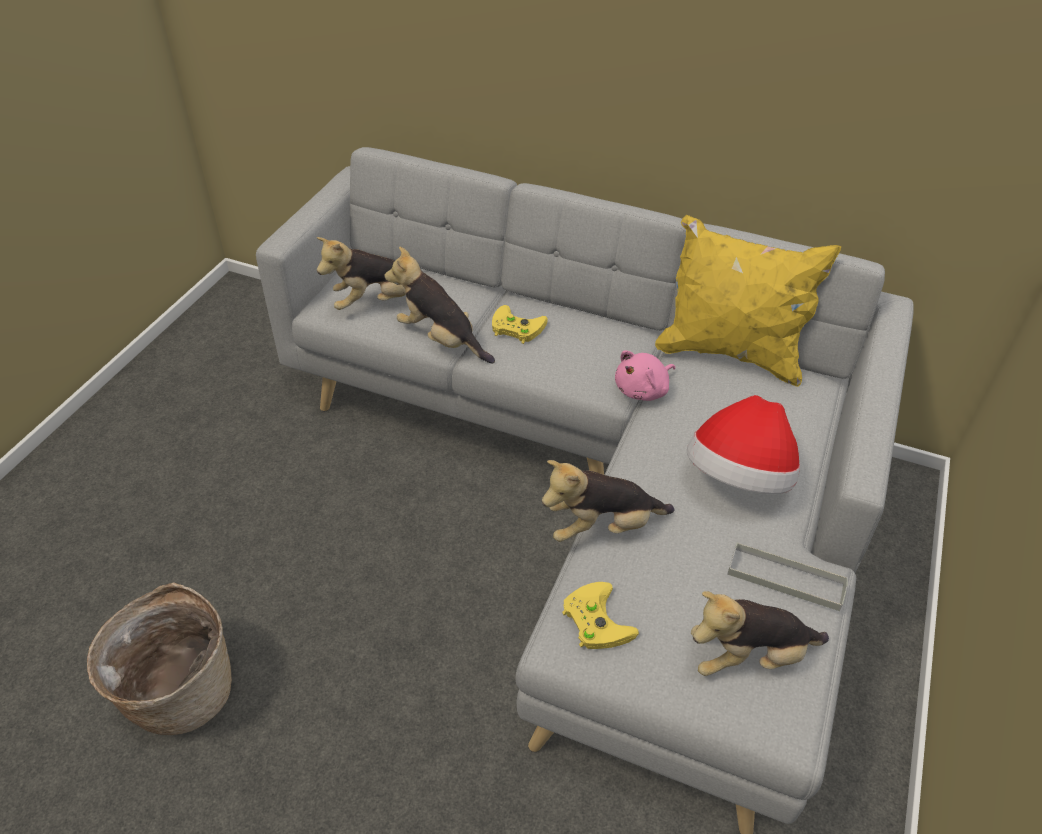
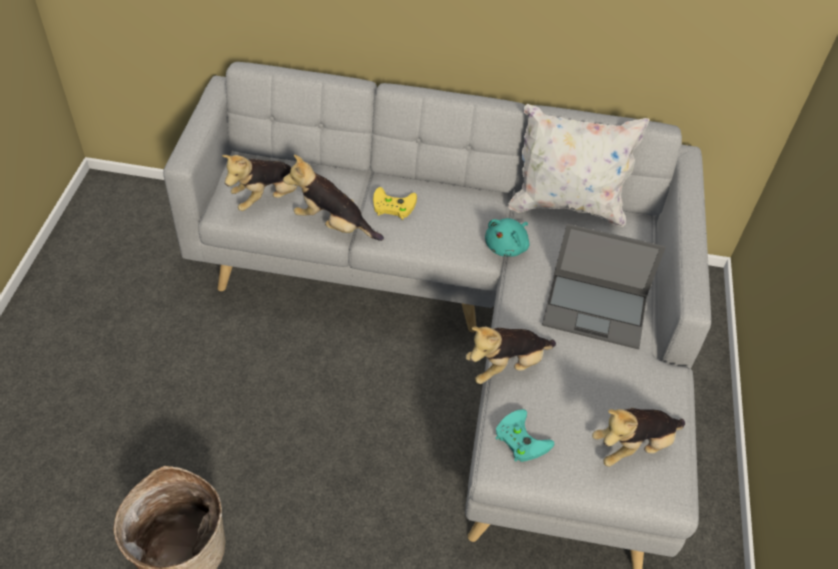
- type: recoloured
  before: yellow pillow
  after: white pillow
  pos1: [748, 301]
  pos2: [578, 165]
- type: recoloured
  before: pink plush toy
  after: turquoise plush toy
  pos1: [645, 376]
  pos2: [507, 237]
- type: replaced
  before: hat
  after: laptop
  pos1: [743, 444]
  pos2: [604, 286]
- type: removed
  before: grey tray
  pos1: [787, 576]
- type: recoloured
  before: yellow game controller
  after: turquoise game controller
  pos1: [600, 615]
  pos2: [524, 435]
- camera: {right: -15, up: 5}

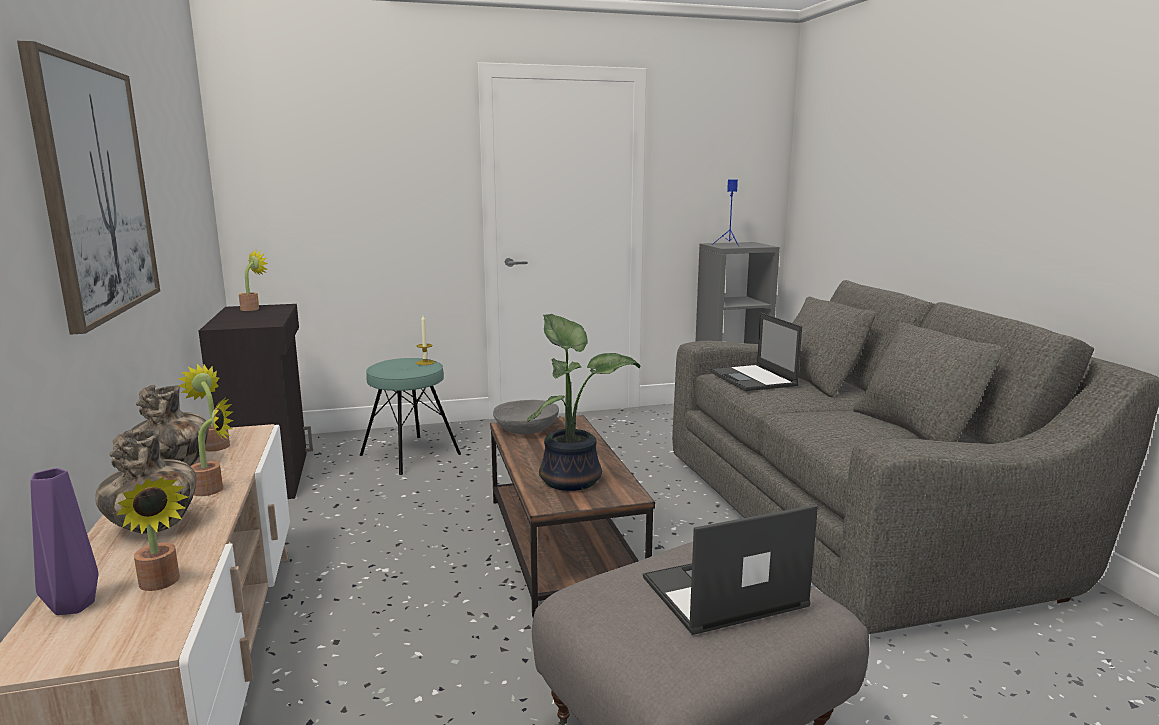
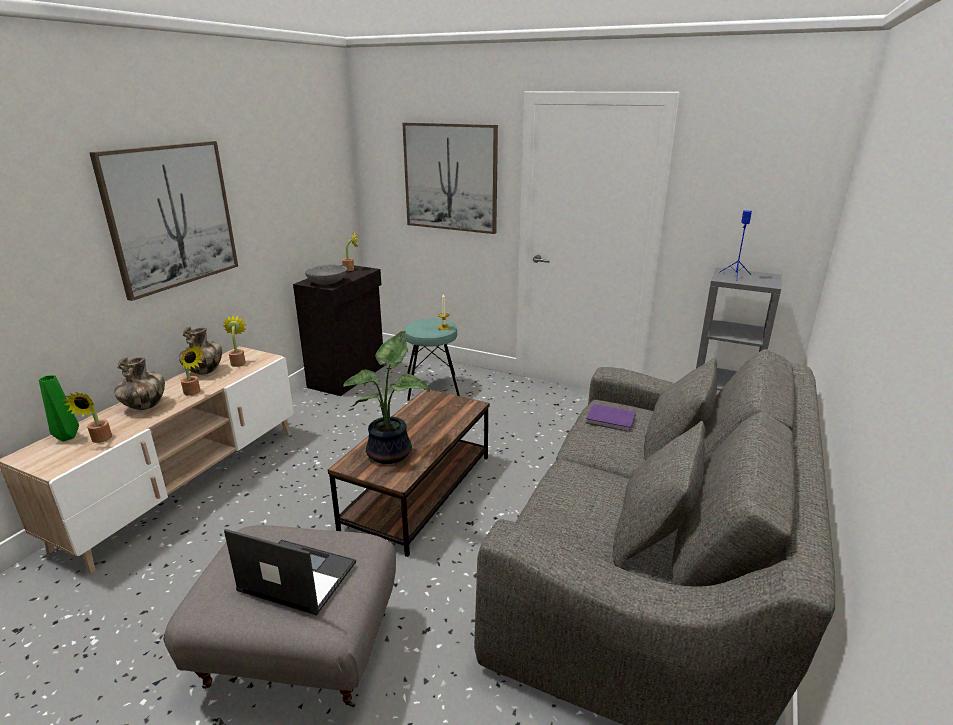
- type: replaced
  before: laptop
  after: purple book
  pos1: [756, 351]
  pos2: [611, 418]
- type: moved
  before: grey bowl
  pos1: [526, 417]
  pos2: [326, 274]
- type: recoloured
  before: purple vase
  after: green vase
  pos1: [64, 541]
  pos2: [59, 408]
- type: added
  after: picture
  pos2: [450, 178]
- camera: {right: 40, up: 10}

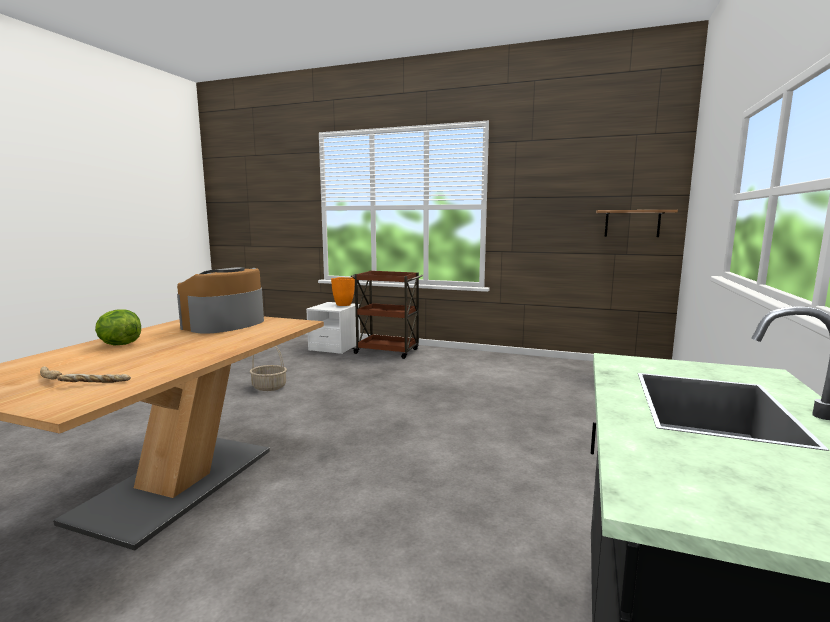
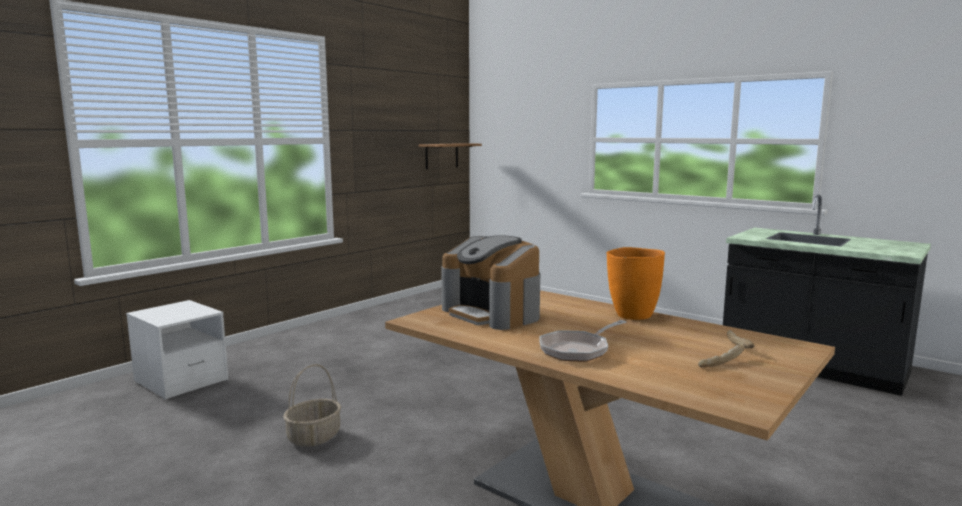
- type: removed
  before: brown cart
  pos1: [387, 315]
- type: moved
  before: orange vase
  pos1: [343, 291]
  pos2: [636, 283]
- type: replaced
  before: lettuce
  after: frying pan
  pos1: [118, 327]
  pos2: [583, 340]
- camera: {right: -70, up: 0}

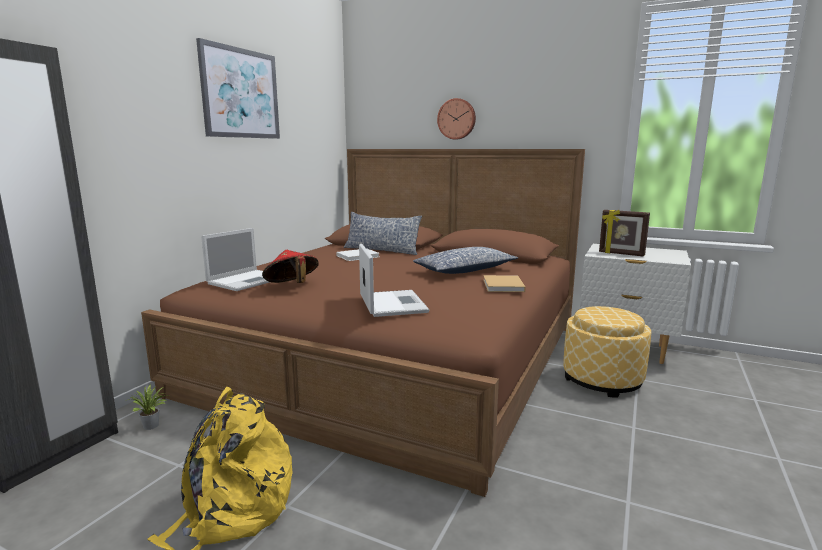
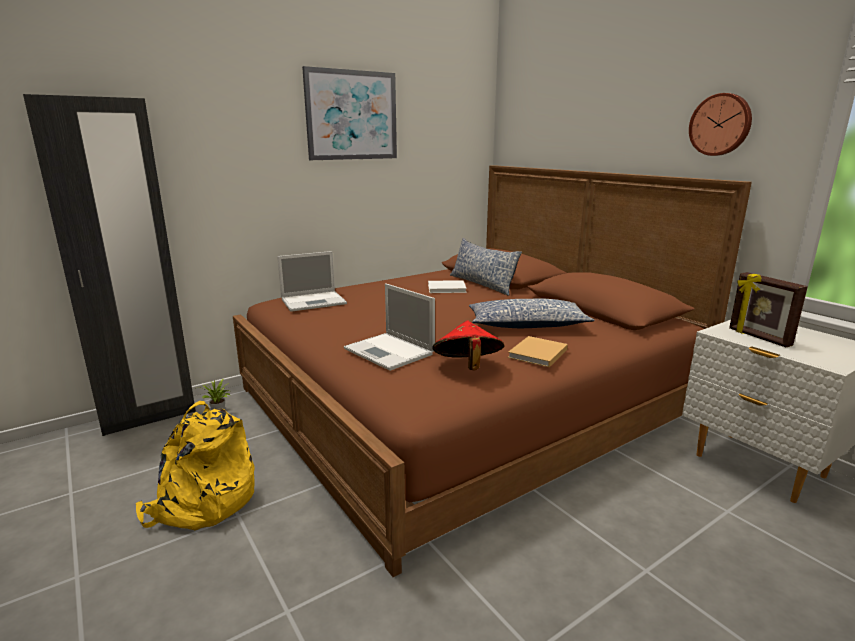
- type: moved
  before: wall clock
  pos1: [456, 119]
  pos2: [720, 124]
- type: turned
  before: laptop
  pos1: [394, 280]
  pos2: [389, 327]
  turn: 120
- type: moved
  before: red hat
  pos1: [290, 266]
  pos2: [468, 346]
- type: removed
  before: ottoman
  pos1: [607, 351]
- camera: {right: 30, up: 5}

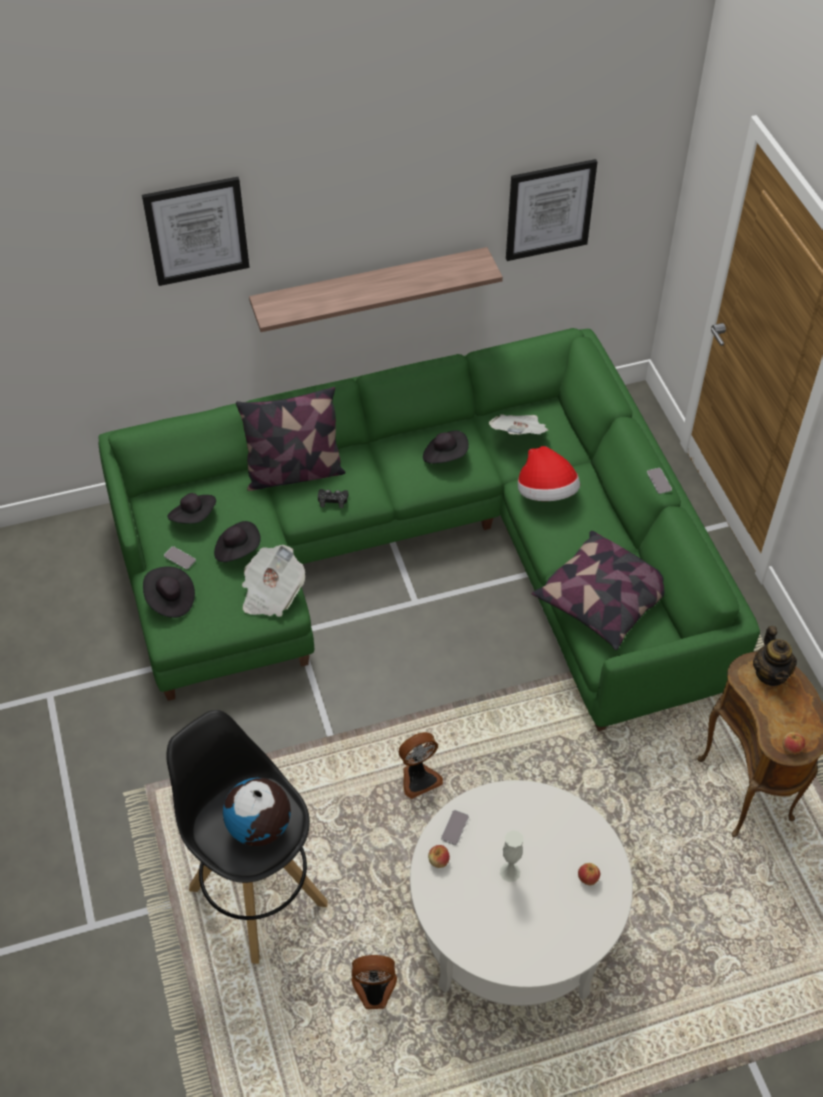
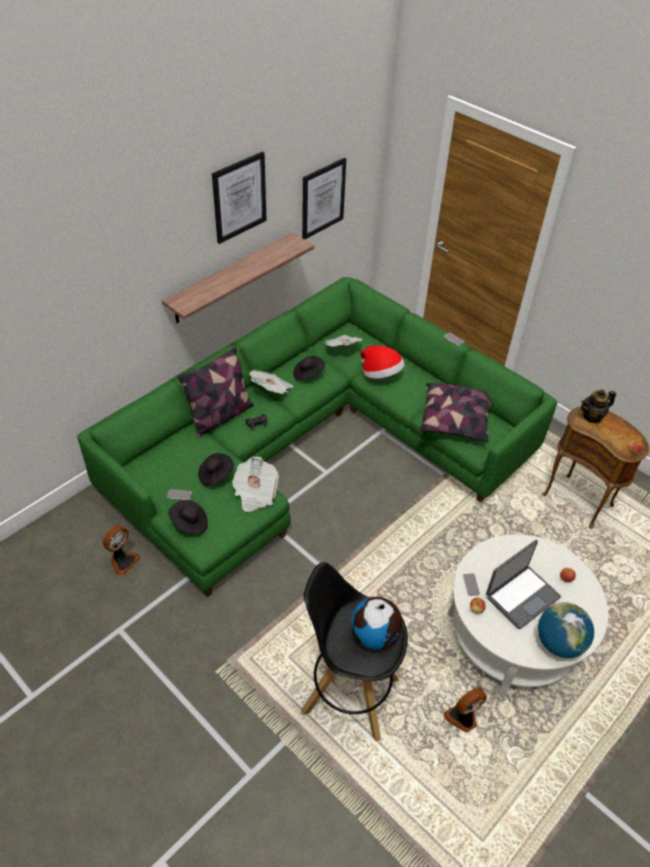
- type: moved
  before: picture
  pos1: [196, 231]
  pos2: [239, 197]
- type: removed
  before: black hat
  pos1: [191, 508]
- type: turned
  before: teapot
  pos1: [775, 656]
  pos2: [598, 406]
  turn: 105
- type: moved
  before: fan
  pos1: [421, 765]
  pos2: [122, 550]
- type: replaced
  before: white vase
  after: laptop
  pos1: [512, 856]
  pos2: [523, 584]
- type: added
  after: newspaper
  pos2: [271, 382]
- type: added
  after: globe
  pos2: [566, 630]
- camera: {right: -30, up: -5}

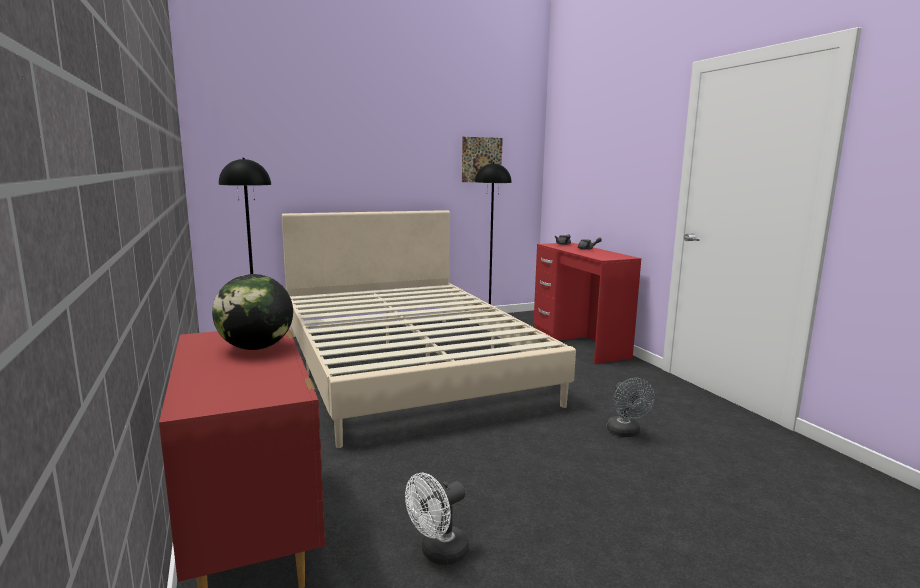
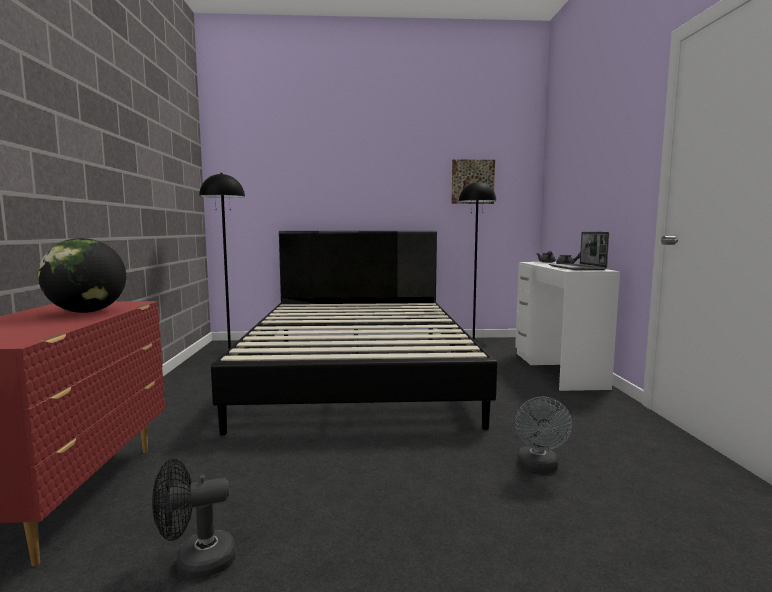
- type: recoloured
  before: beige bed
  after: black bed
  pos1: [429, 329]
  pos2: [354, 333]
- type: recoloured
  before: red desk
  after: white desk
  pos1: [587, 303]
  pos2: [567, 326]
- type: recoloured
  before: white fan
  after: black fan
  pos1: [437, 519]
  pos2: [194, 519]
- type: added
  after: laptop
  pos2: [579, 251]
- camera: {right: 20, up: -5}

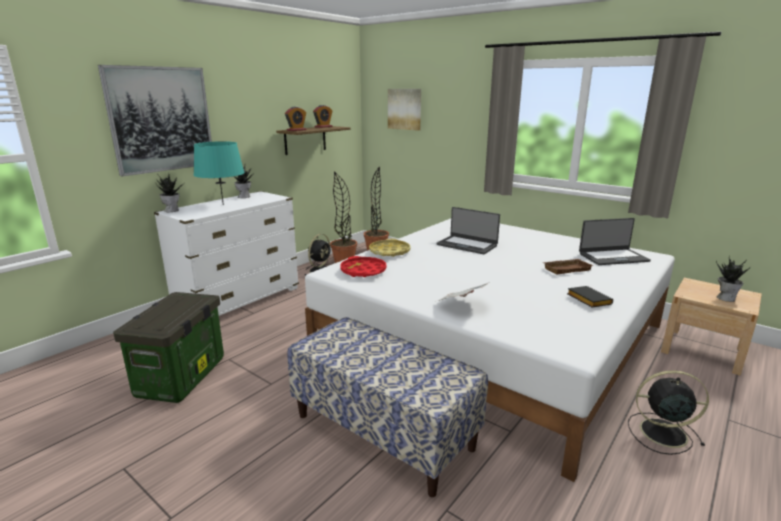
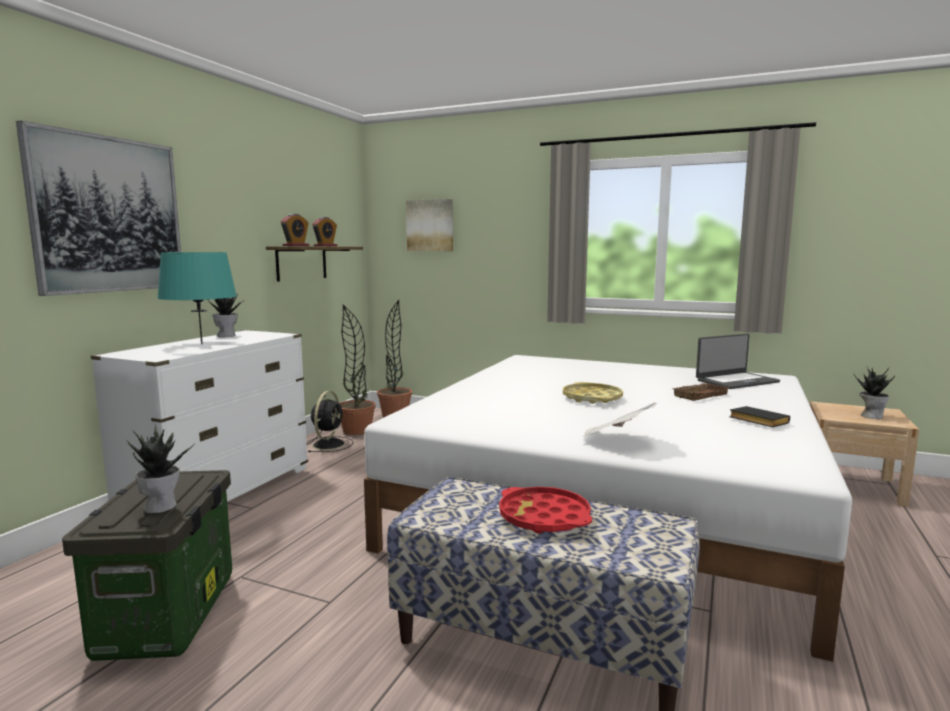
- type: moved
  before: potted plant
  pos1: [169, 193]
  pos2: [159, 468]
- type: removed
  before: laptop
  pos1: [468, 230]
- type: moved
  before: yellow tray
  pos1: [389, 248]
  pos2: [593, 393]
- type: moved
  before: red tray
  pos1: [363, 266]
  pos2: [545, 510]
- type: removed
  before: black fan
  pos1: [668, 412]
- camera: {right: -15, up: -10}

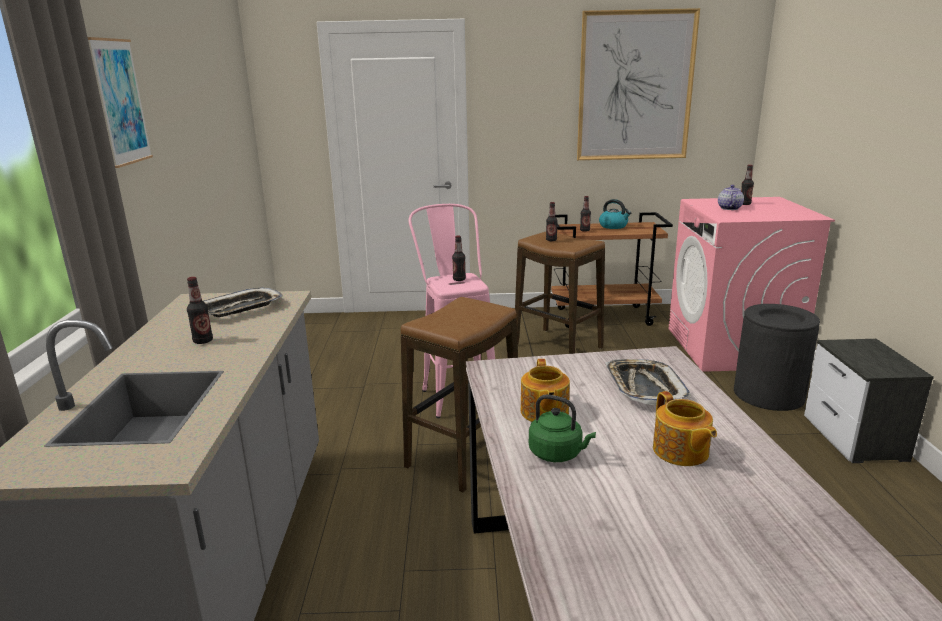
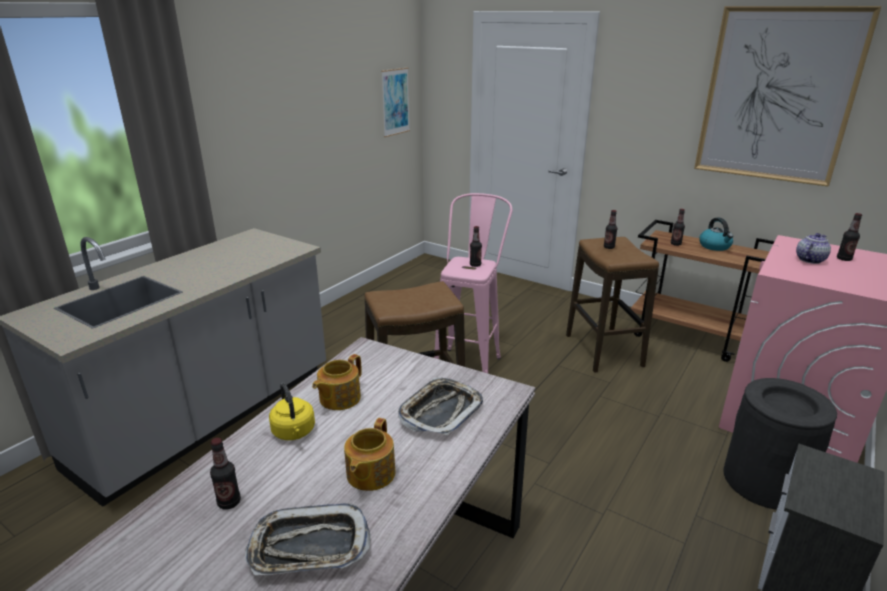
- type: moved
  before: picture
  pos1: [120, 102]
  pos2: [395, 102]
- type: moved
  before: bottle
  pos1: [200, 310]
  pos2: [225, 474]
- type: moved
  before: tray
  pos1: [243, 302]
  pos2: [308, 539]
- type: recoloured
  before: green kettle
  after: yellow kettle
  pos1: [562, 428]
  pos2: [292, 411]
- camera: {right: 35, up: 5}

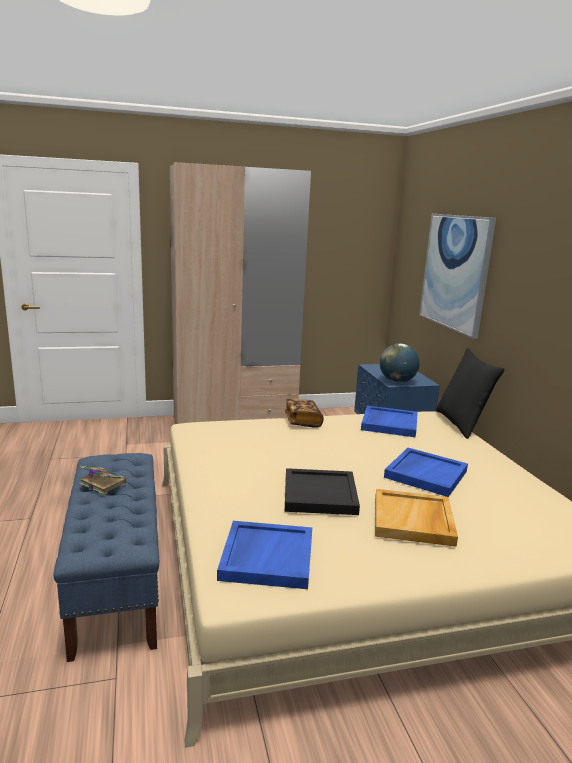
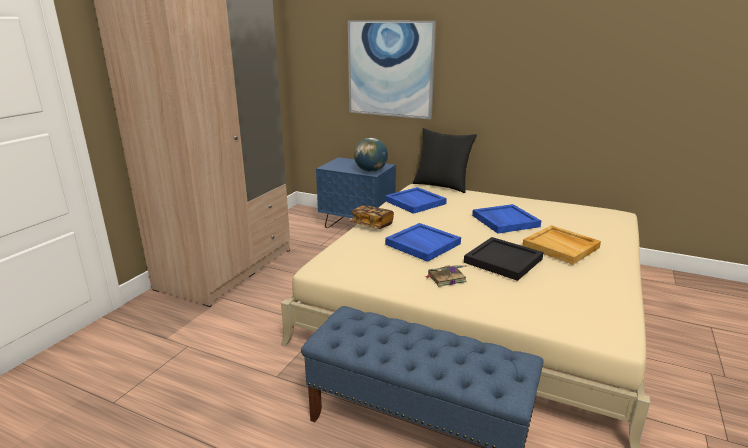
- type: moved
  before: book
  pos1: [102, 480]
  pos2: [445, 276]
- type: moved
  before: blue tray
  pos1: [264, 555]
  pos2: [423, 242]
- camera: {right: -50, up: 5}

